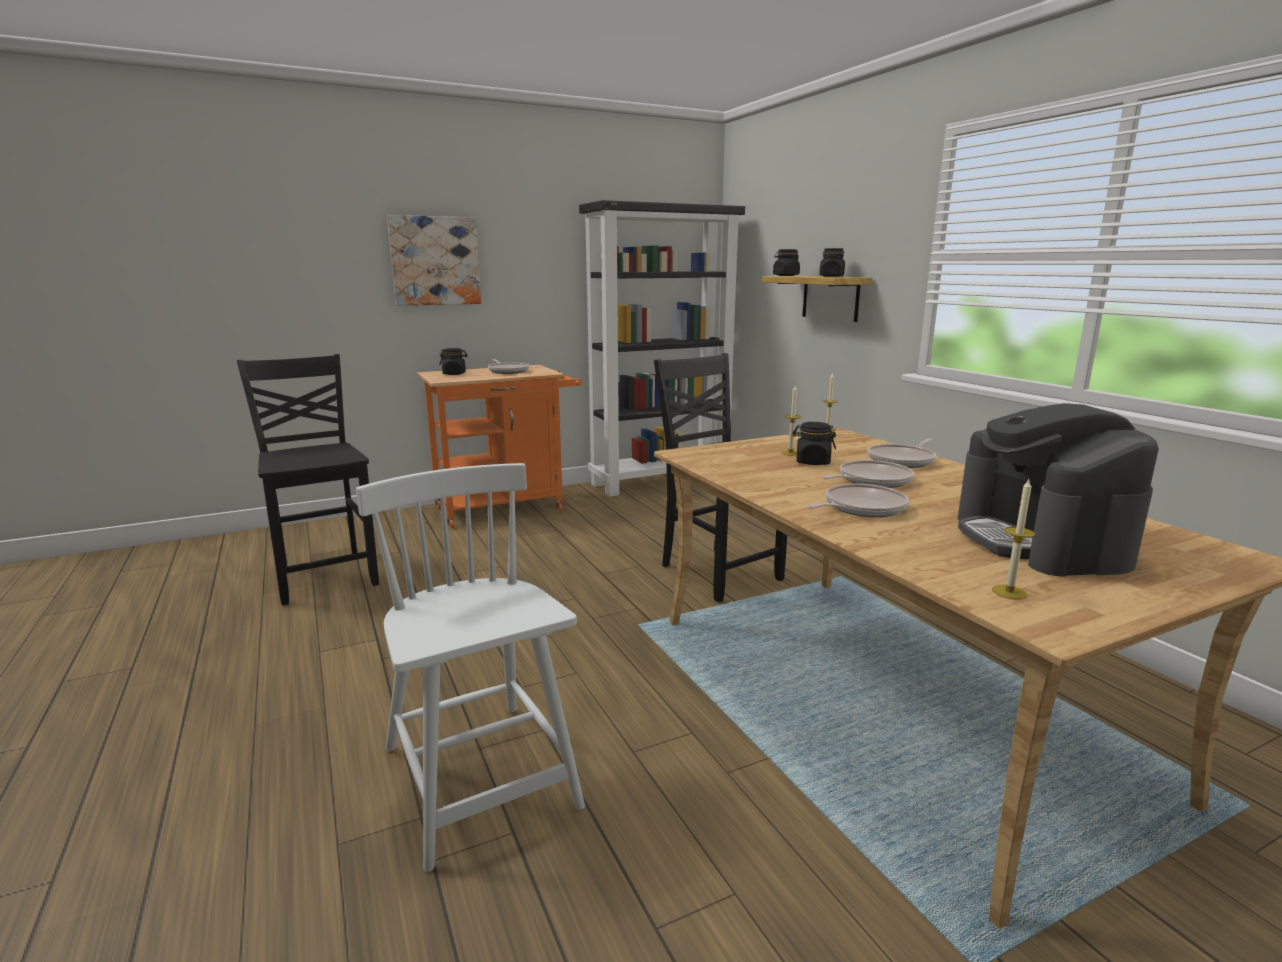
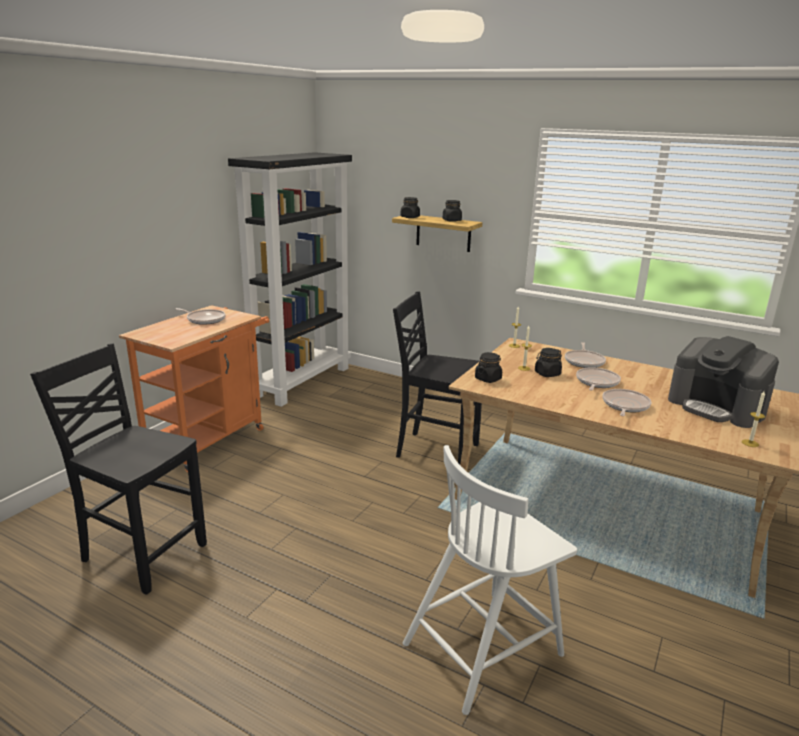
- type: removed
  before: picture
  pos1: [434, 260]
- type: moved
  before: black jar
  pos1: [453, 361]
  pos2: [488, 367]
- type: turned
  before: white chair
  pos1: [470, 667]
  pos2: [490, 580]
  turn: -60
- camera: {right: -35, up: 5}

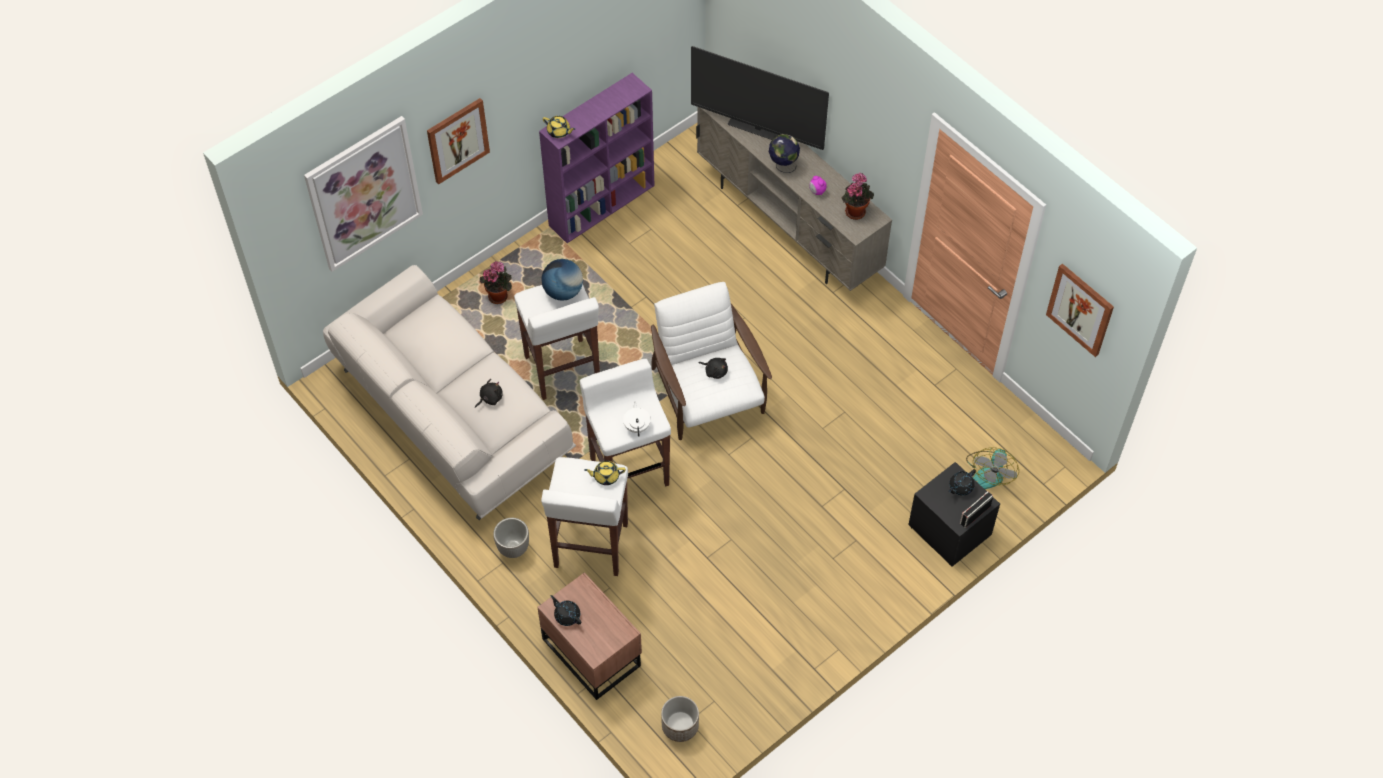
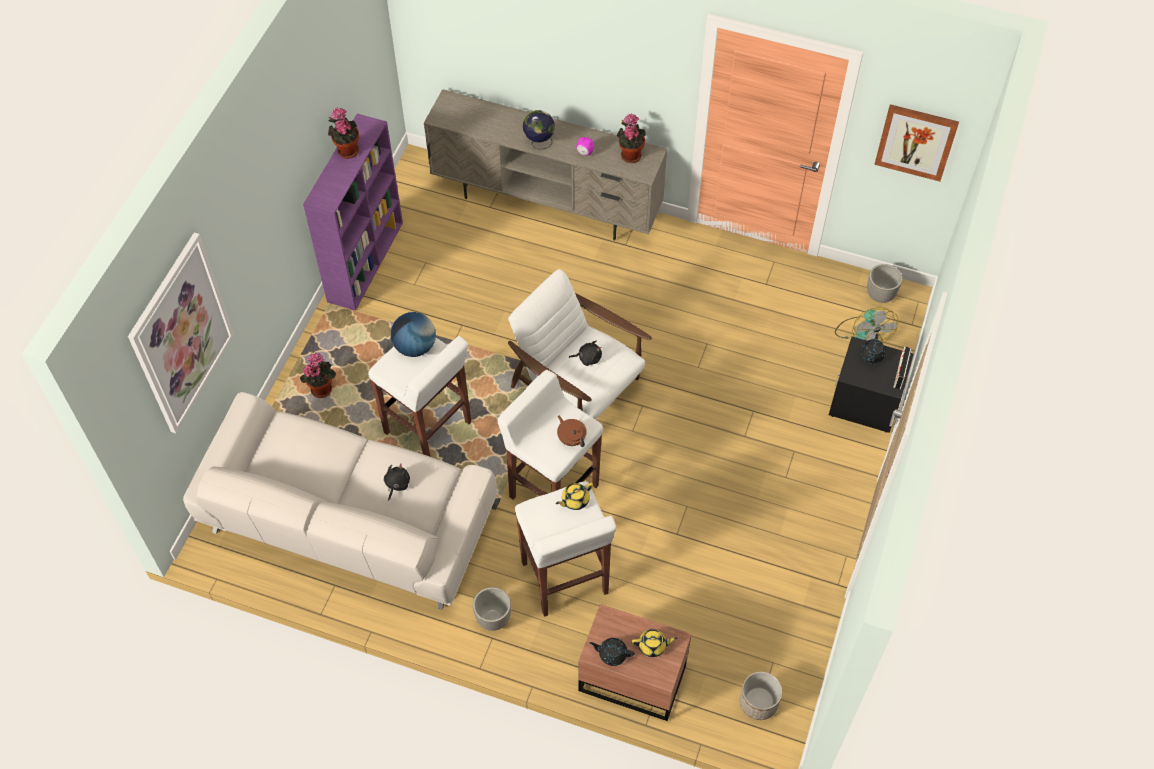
- type: removed
  before: television
  pos1: [760, 98]
- type: removed
  before: picture
  pos1: [458, 141]
- type: moved
  before: yellow teapot
  pos1: [559, 127]
  pos2: [654, 643]
- type: recoloured
  before: white teapot
  after: brown teapot
  pos1: [637, 418]
  pos2: [572, 431]
- type: added
  after: potted plant
  pos2: [343, 133]
- type: added
  after: planter
  pos2: [884, 283]
- camera: {right: -30, up: 0}

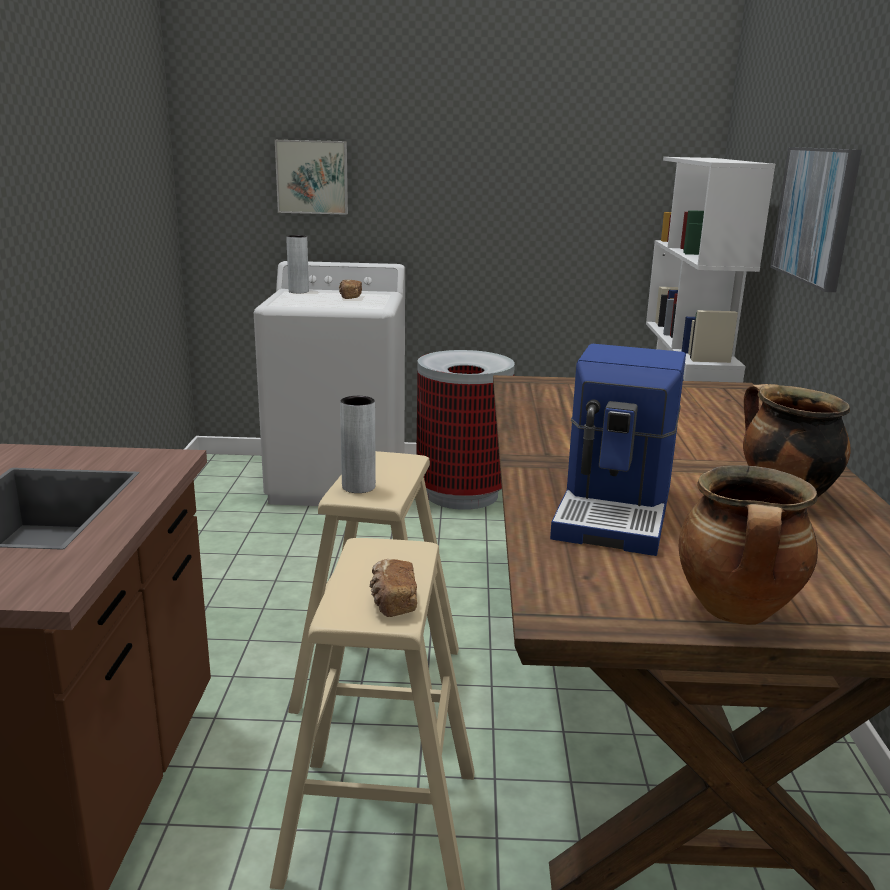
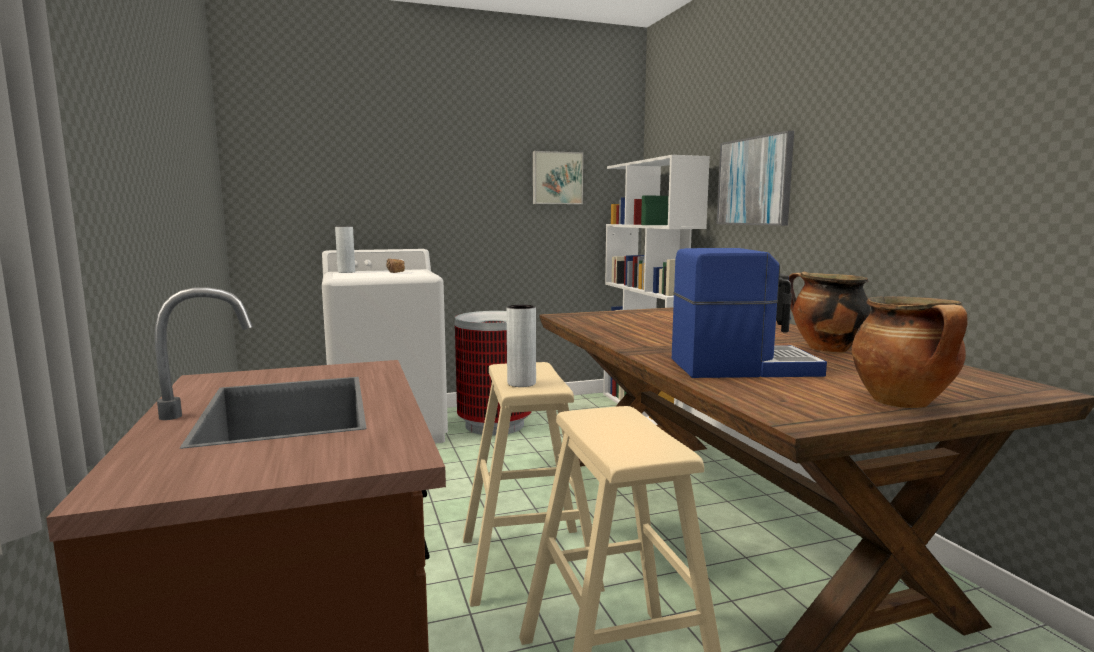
- type: moved
  before: picture
  pos1: [311, 177]
  pos2: [558, 177]
- type: turned
  before: coffee machine
  pos1: [618, 450]
  pos2: [749, 313]
  turn: -90
- type: removed
  before: bread
  pos1: [393, 588]
- camera: {right: -20, up: -10}

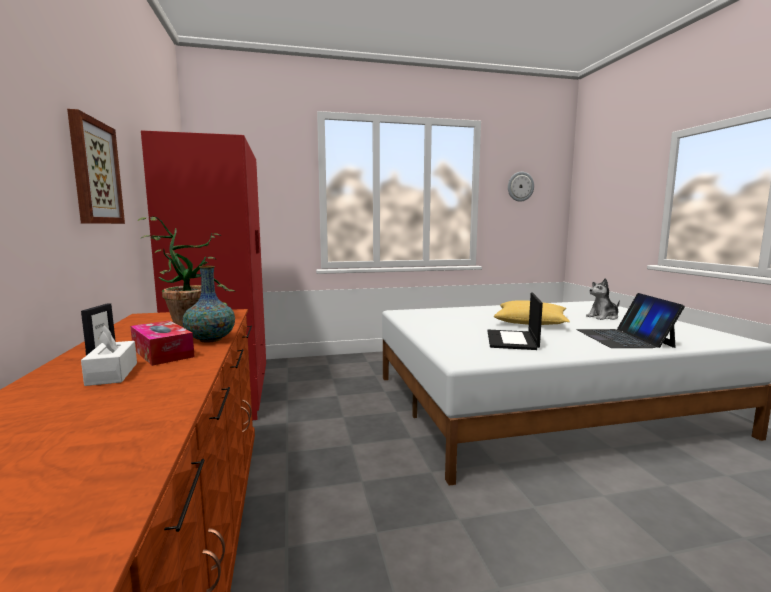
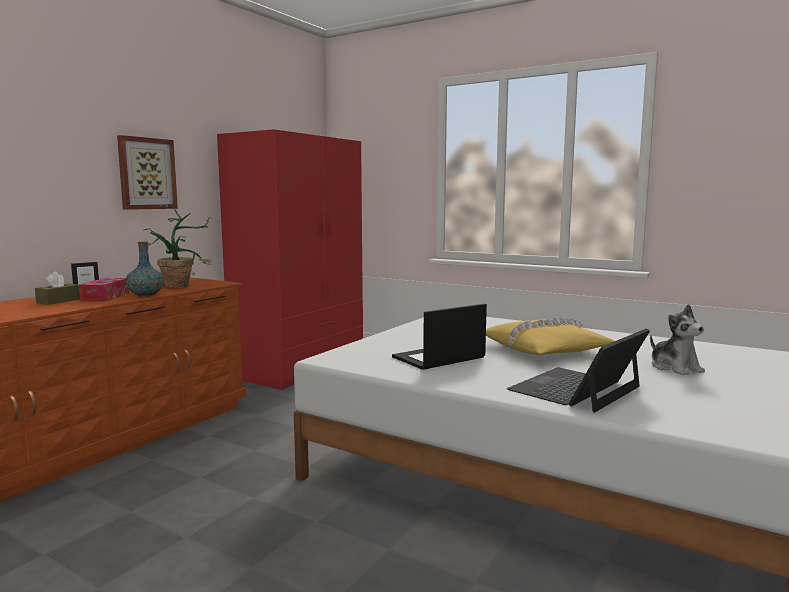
- type: removed
  before: wall clock
  pos1: [521, 187]
- type: turned
  before: plush toy
  pos1: [603, 299]
  pos2: [677, 340]
  turn: -135
- type: recoloured
  before: white tissue box
  after: brown tissue box
  pos1: [109, 355]
  pos2: [57, 288]
- camera: {right: 45, up: 0}

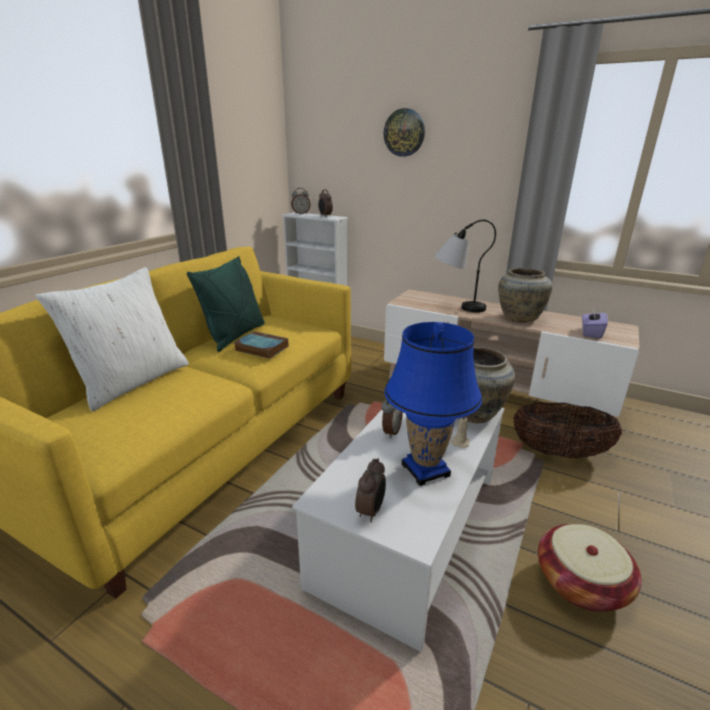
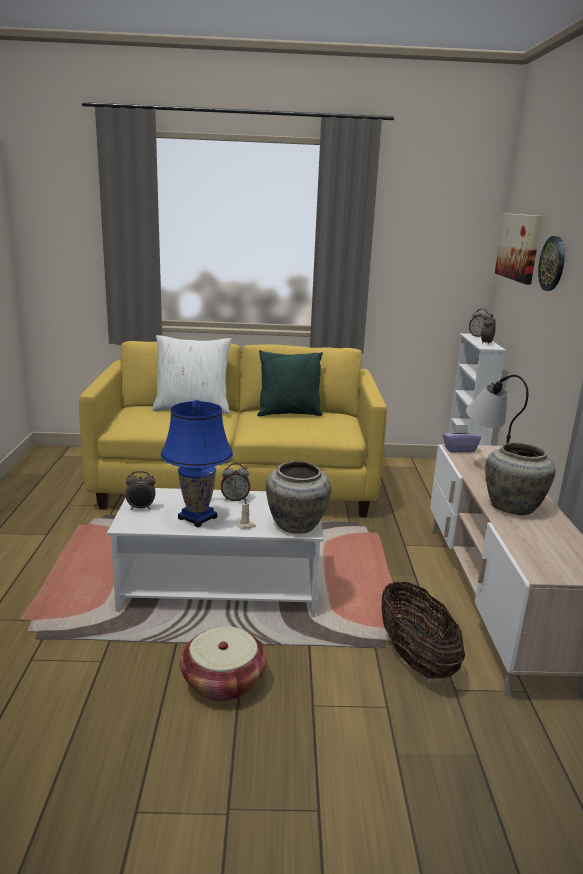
- type: moved
  before: purple tissue box
  pos1: [595, 322]
  pos2: [462, 439]
- type: removed
  before: book
  pos1: [261, 345]
- type: added
  after: picture
  pos2: [518, 249]
- camera: {right: 60, up: -5}

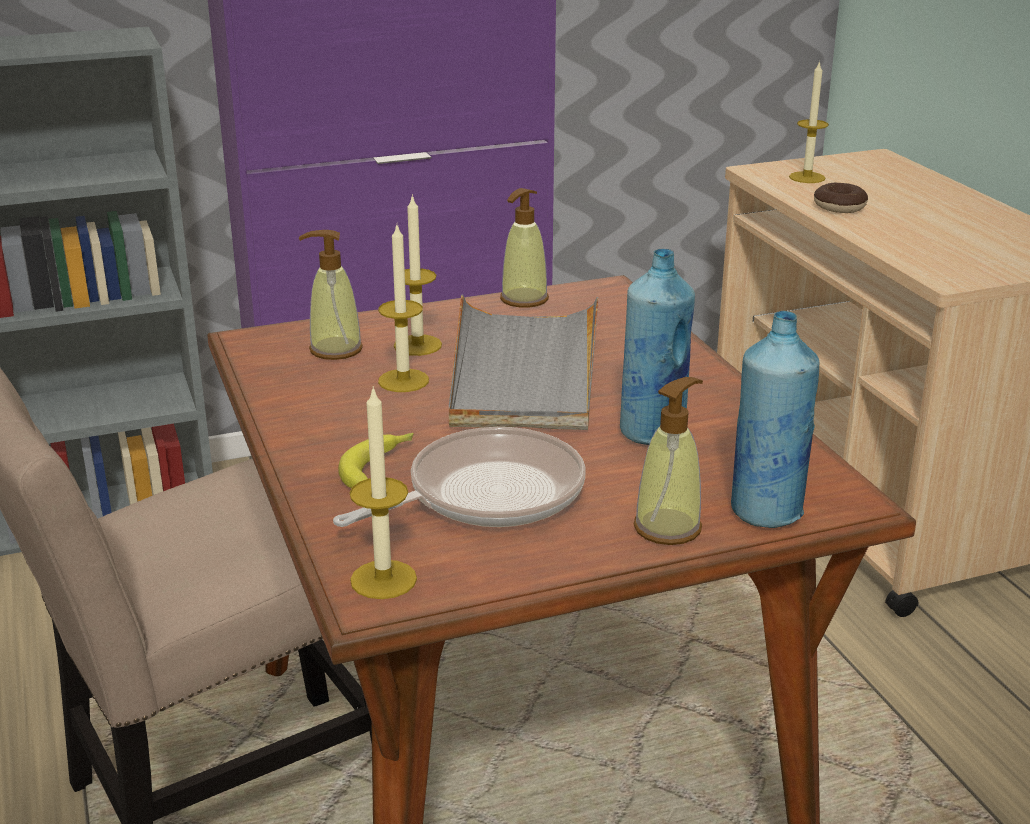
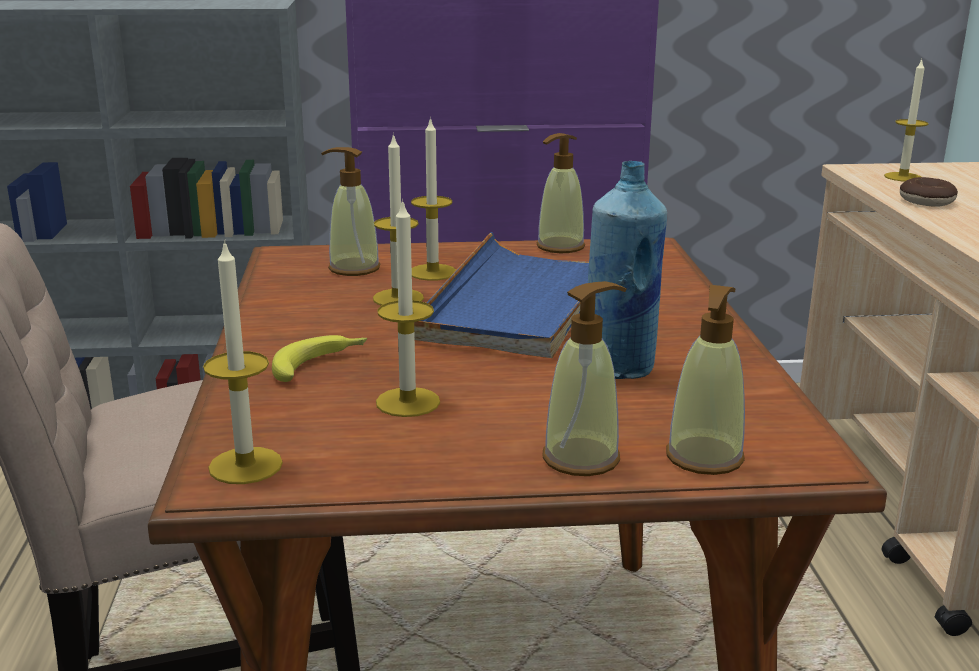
- type: recoloured
  before: grey tray
  after: blue tray
  pos1: [524, 362]
  pos2: [501, 295]
- type: replaced
  before: blue bottle
  after: soap dispenser
  pos1: [775, 419]
  pos2: [705, 380]
- type: replaced
  before: frying pan
  after: candle
  pos1: [459, 477]
  pos2: [408, 308]
- camera: {right: 15, up: -5}

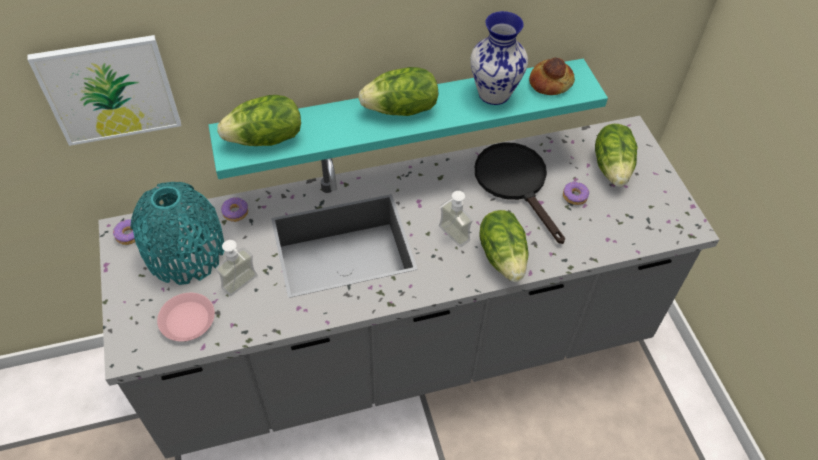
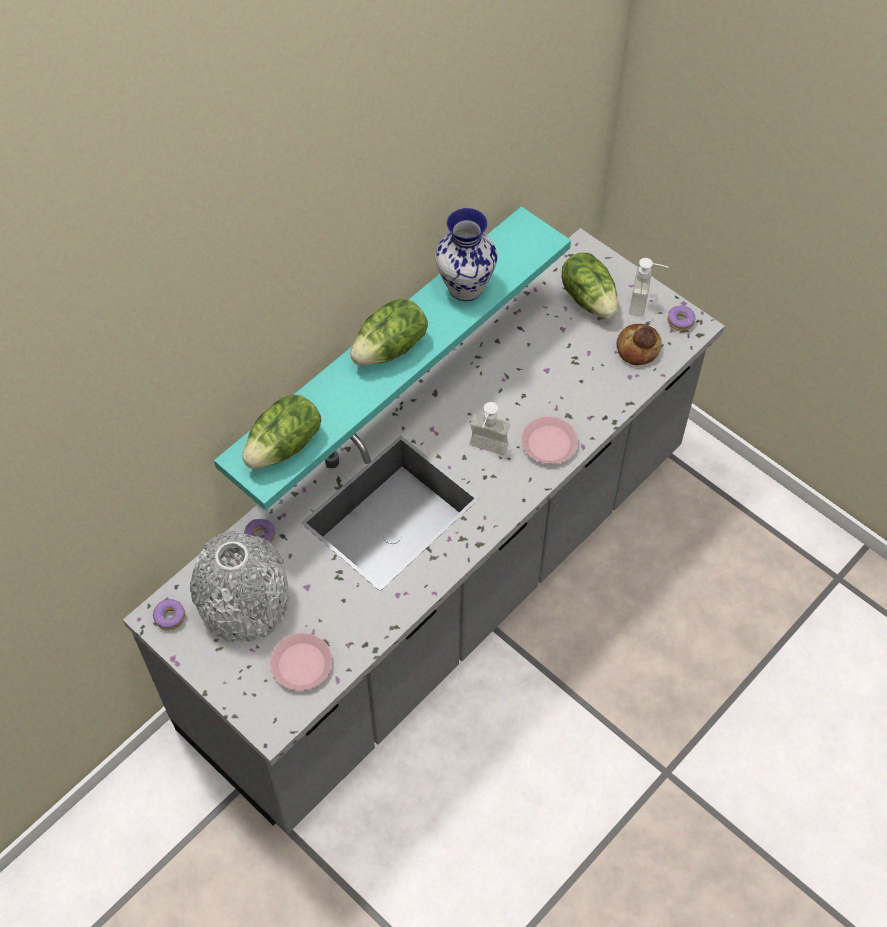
- type: removed
  before: picture
  pos1: [104, 90]
- type: moved
  before: bread
  pos1: [552, 76]
  pos2: [639, 345]
- type: removed
  before: black frying pan
  pos1: [520, 193]
- type: recoloured
  before: turquoise vase
  after: grey vase
  pos1: [177, 233]
  pos2: [239, 587]
- type: moved
  before: donut
  pos1: [576, 193]
  pos2: [681, 318]
- type: replaced
  before: lettuce
  after: pink plate
  pos1: [504, 246]
  pos2: [549, 440]
- type: moved
  before: soap dispenser
  pos1: [236, 268]
  pos2: [649, 287]
- camera: {right: -30, up: 5}

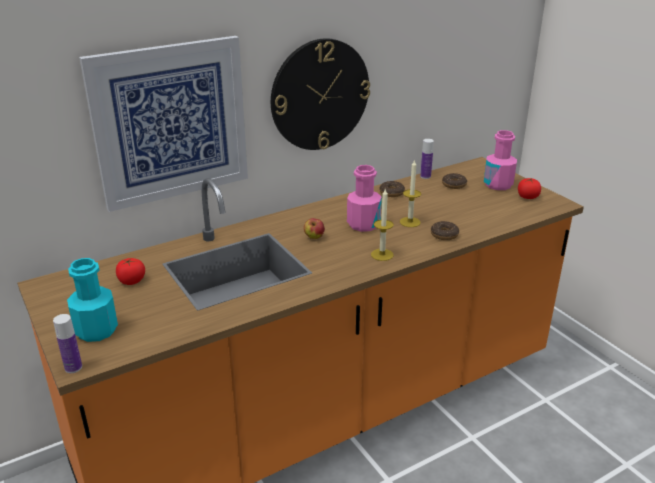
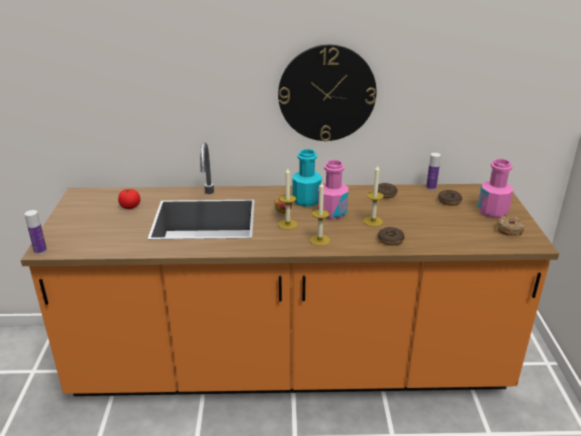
- type: removed
  before: picture
  pos1: [163, 124]
- type: replaced
  before: tomato
  after: donut
  pos1: [529, 188]
  pos2: [510, 226]
- type: moved
  before: turquoise bottle
  pos1: [92, 300]
  pos2: [307, 178]
- type: added
  after: candle
  pos2: [287, 199]
- camera: {right: 30, up: 0}

